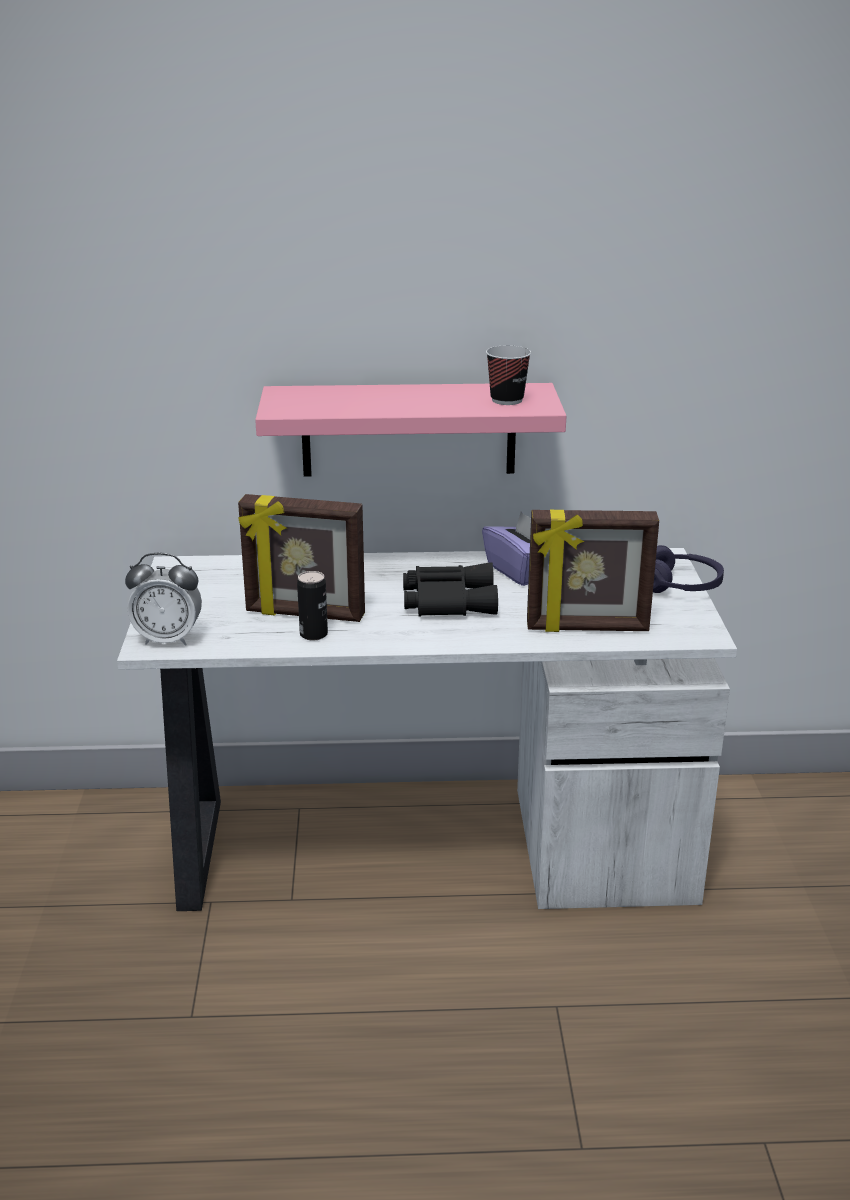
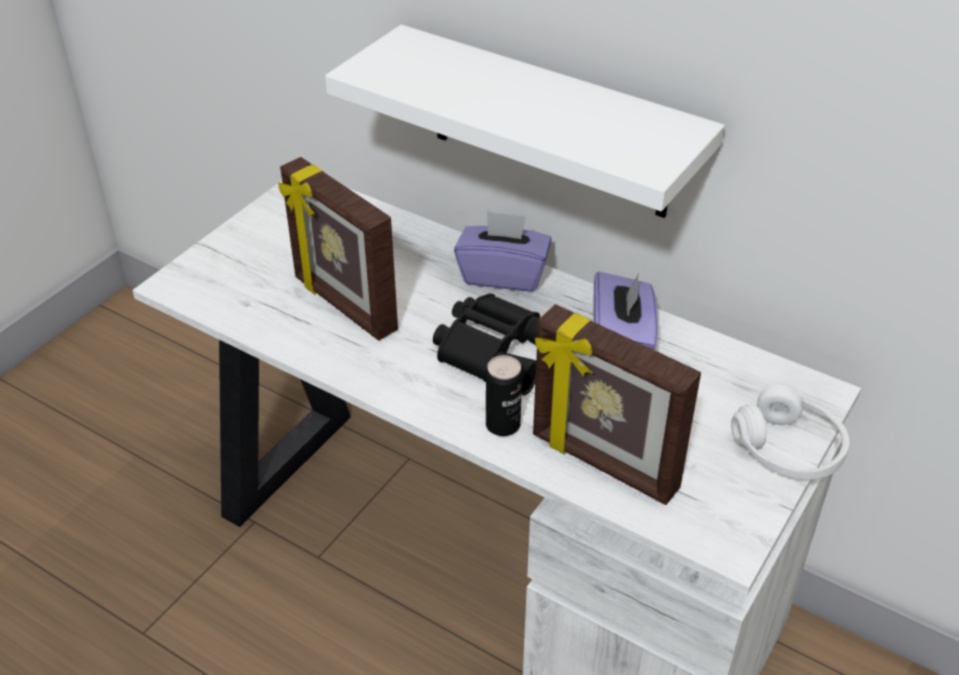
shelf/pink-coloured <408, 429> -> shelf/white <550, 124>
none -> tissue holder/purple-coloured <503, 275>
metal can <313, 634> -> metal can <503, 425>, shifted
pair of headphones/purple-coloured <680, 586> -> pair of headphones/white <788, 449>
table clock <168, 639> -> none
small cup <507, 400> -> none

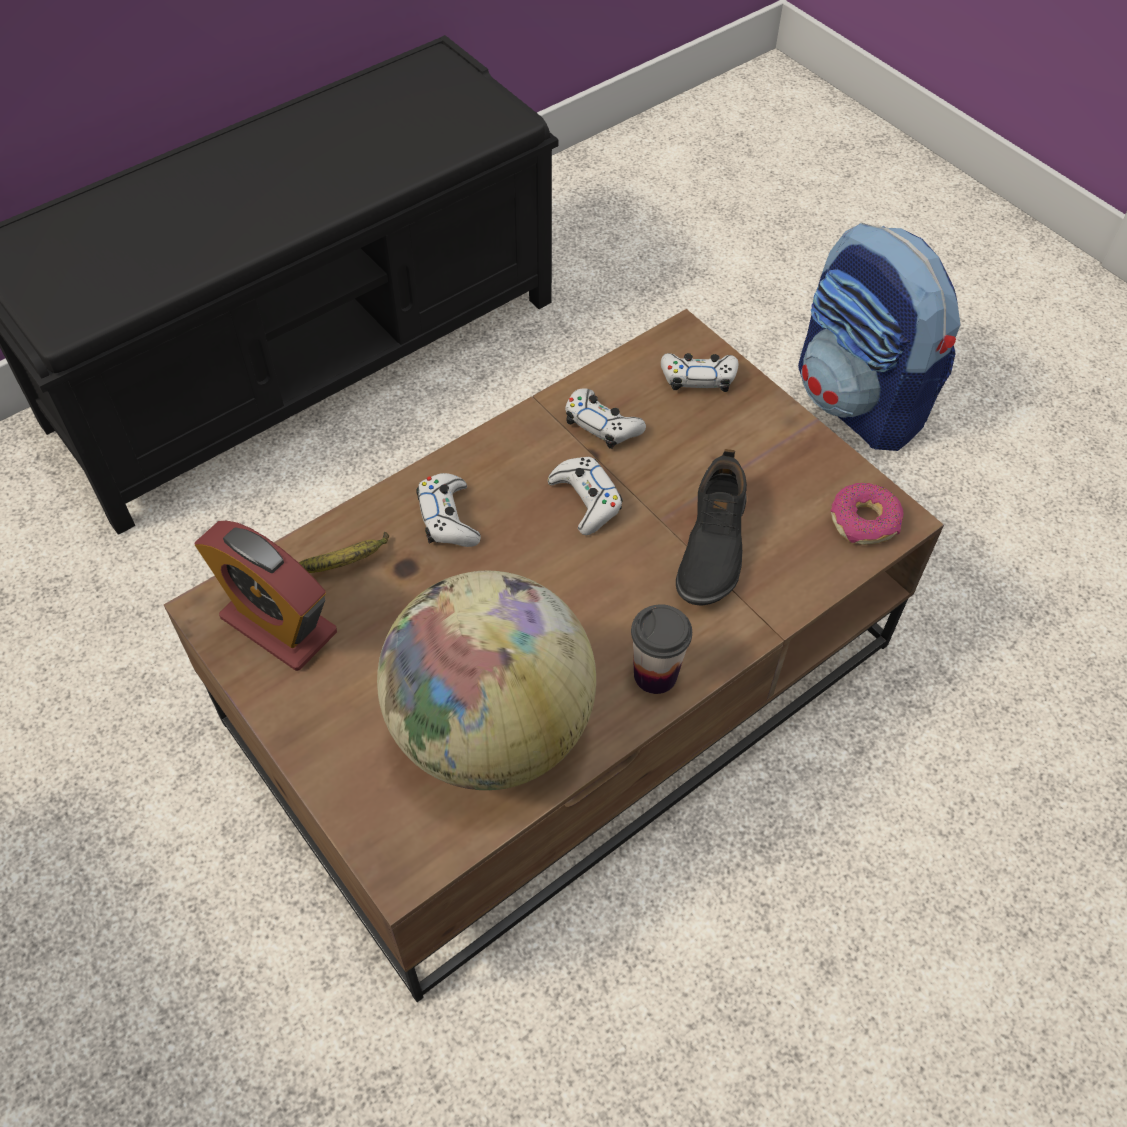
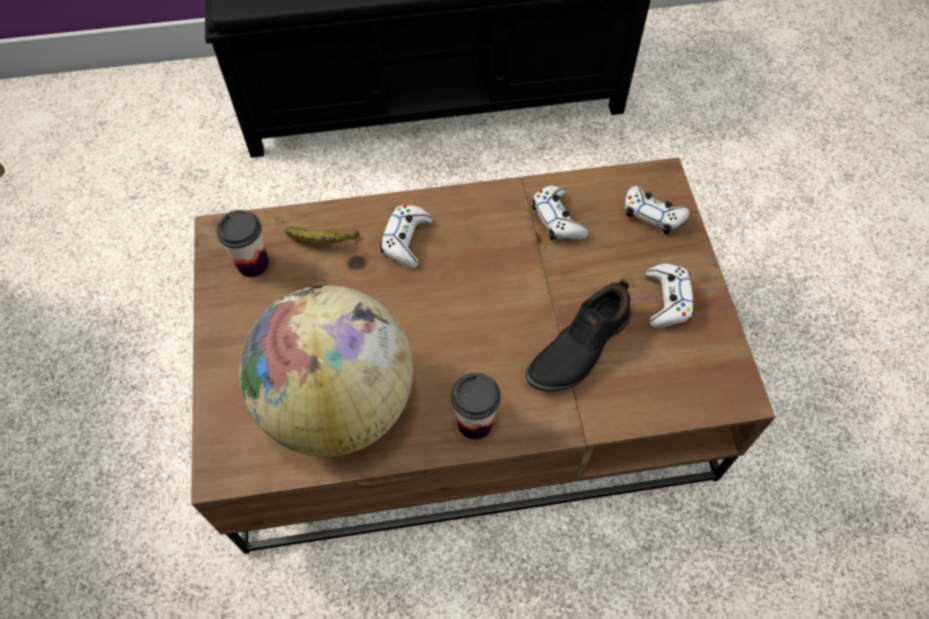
table clock <279, 625> -> small cup <253, 264>
game controller/white <586, 500> -> game controller/white <667, 300>, shifted
backpack <860, 402> -> none
donut <864, 522> -> none

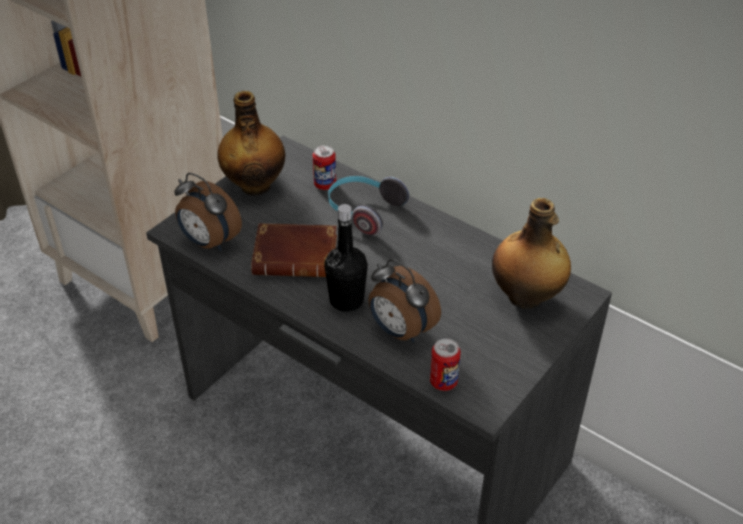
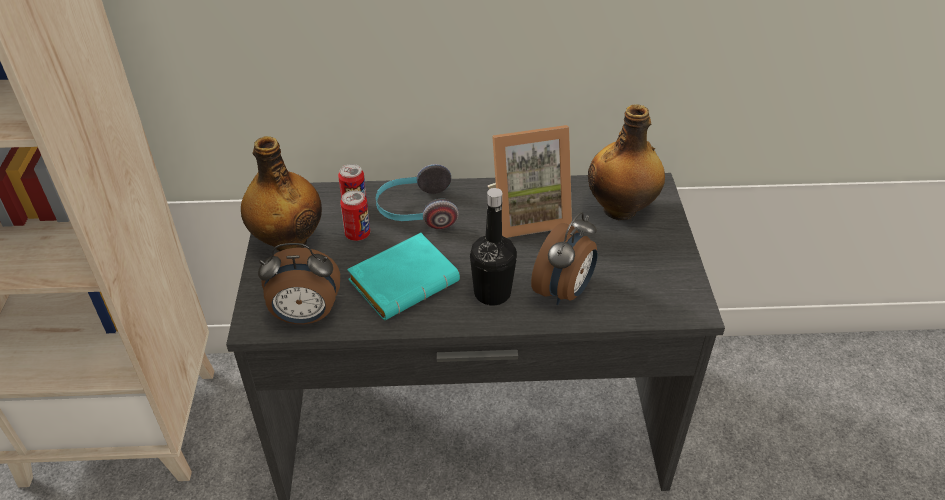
metal can <443, 382> -> metal can <357, 234>, shifted
bound book/brownish <298, 255> -> bound book/turquoise <404, 280>
none -> photo frame <527, 214>
table clock <400, 331> -> table clock <564, 291>, 60 degrees counterclockwise

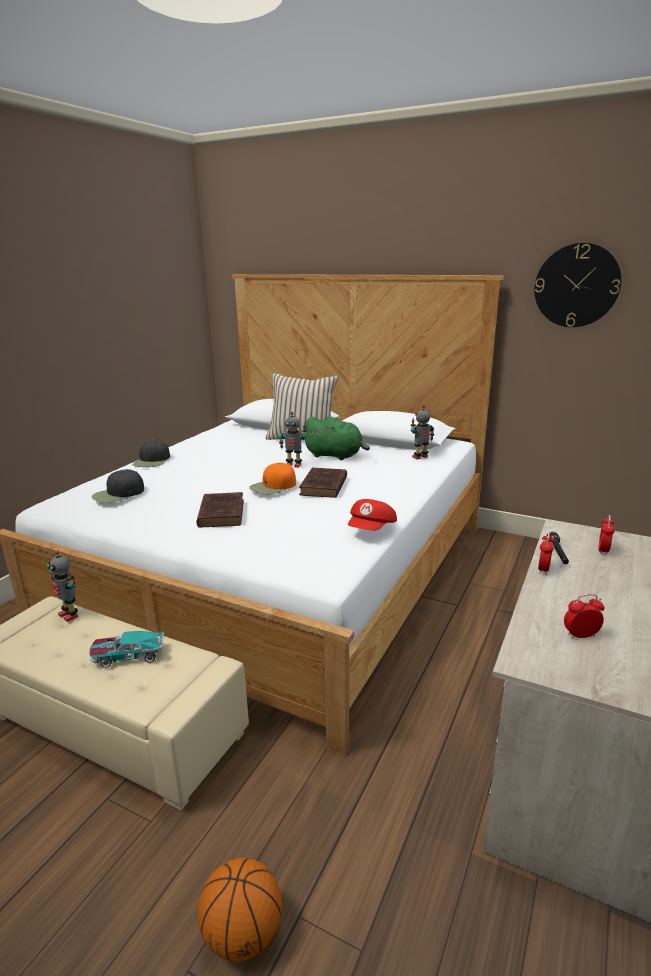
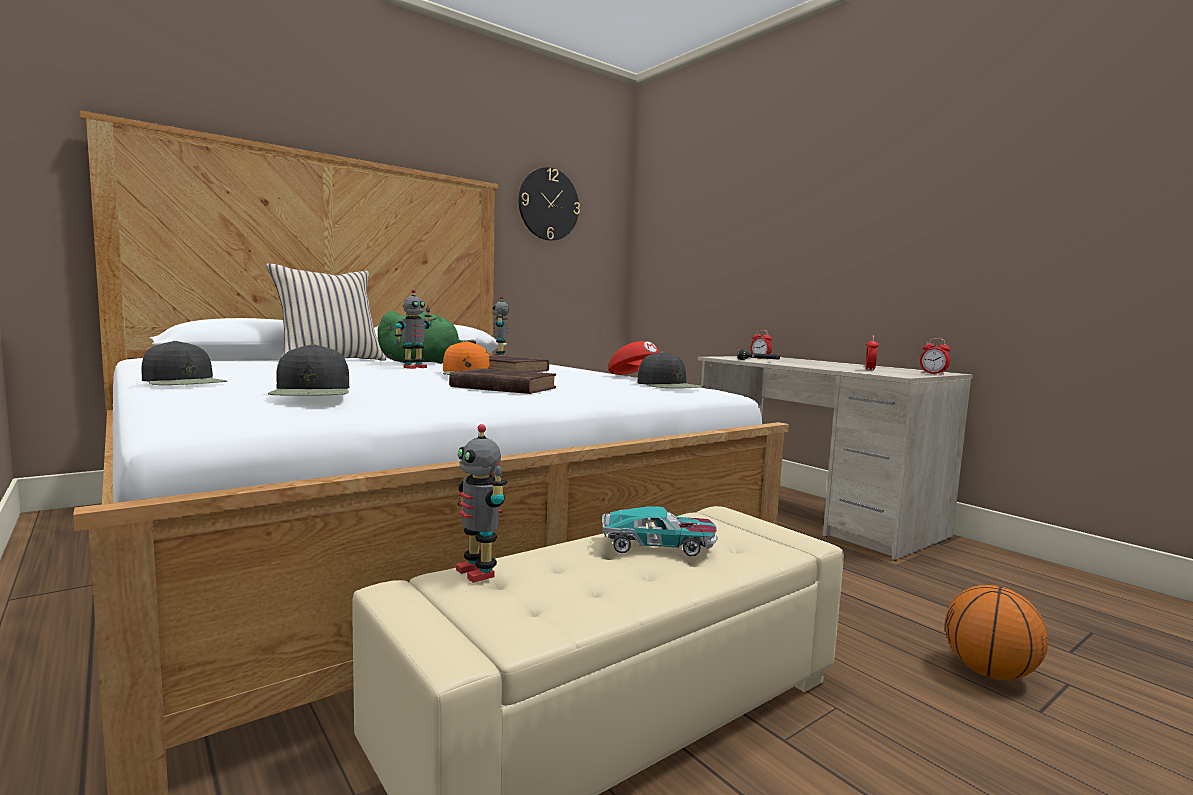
toy robot <70, 615> -> toy robot <478, 572>, 75 degrees clockwise
miniature car <128, 655> -> miniature car <658, 545>, 105 degrees counterclockwise
none -> peaked cap/black-coloured <669, 385>
table clock <543, 569> -> table clock <933, 373>, shifted

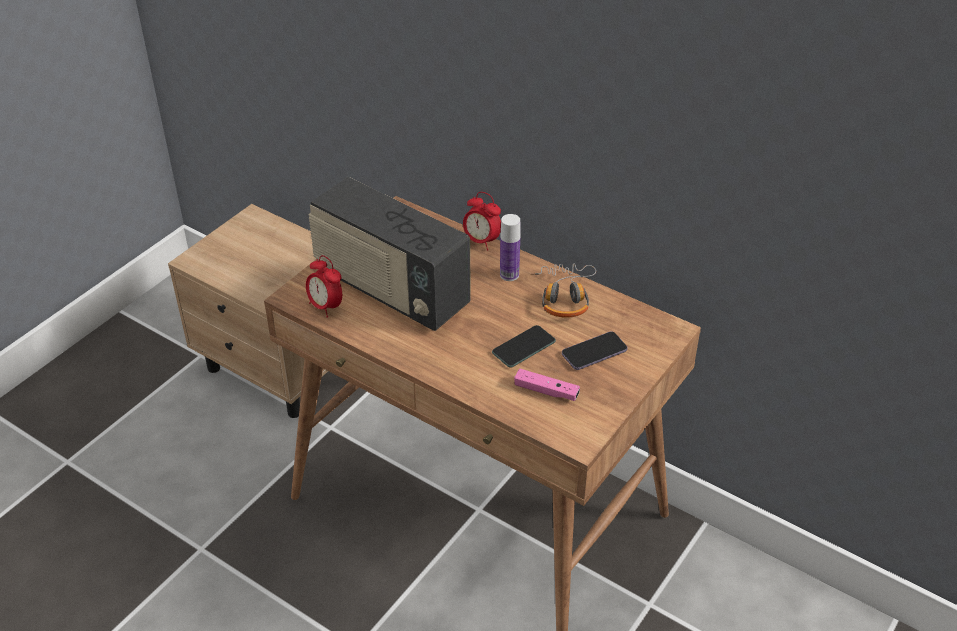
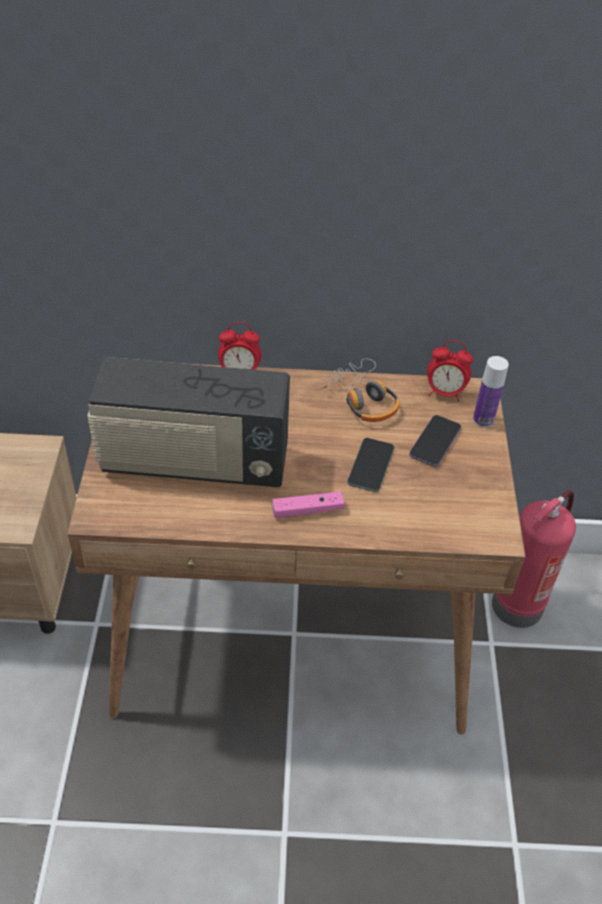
game controller/pink-coloured <546, 391> -> game controller/pink-coloured <307, 510>, shifted
table clock <326, 306> -> table clock <444, 393>, shifted
beverage bottle <509, 275> -> beverage bottle <483, 420>, shifted
none -> fire-fighting cylinder <518, 603>

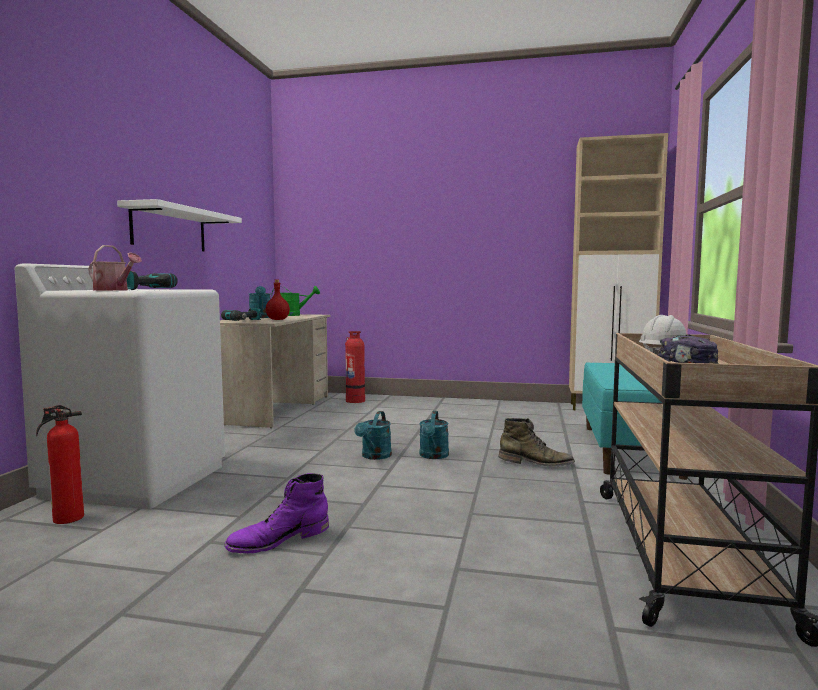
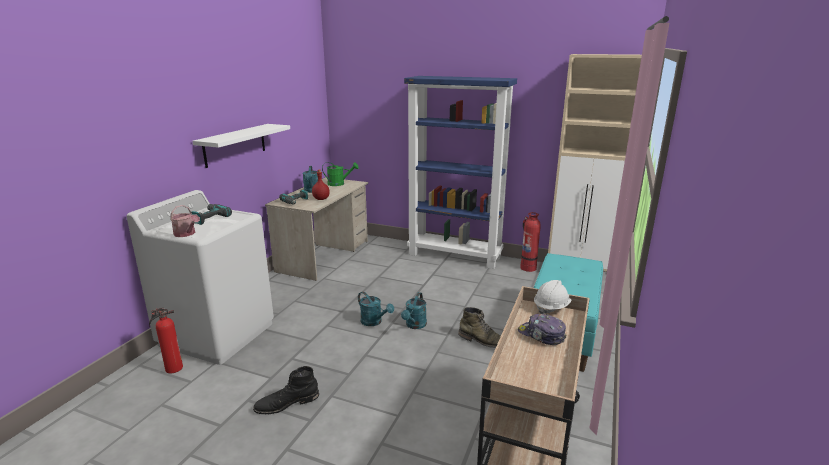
tall boot/purple-coloured <278, 539> -> tall boot/black-coloured <287, 403>
watering can/turquoise <374, 456> -> watering can/turquoise <374, 322>, 75 degrees counterclockwise
none -> bookcase/blue-coloured <455, 255>
fire-fighting cylinder <355, 400> -> fire-fighting cylinder <528, 267>, shifted

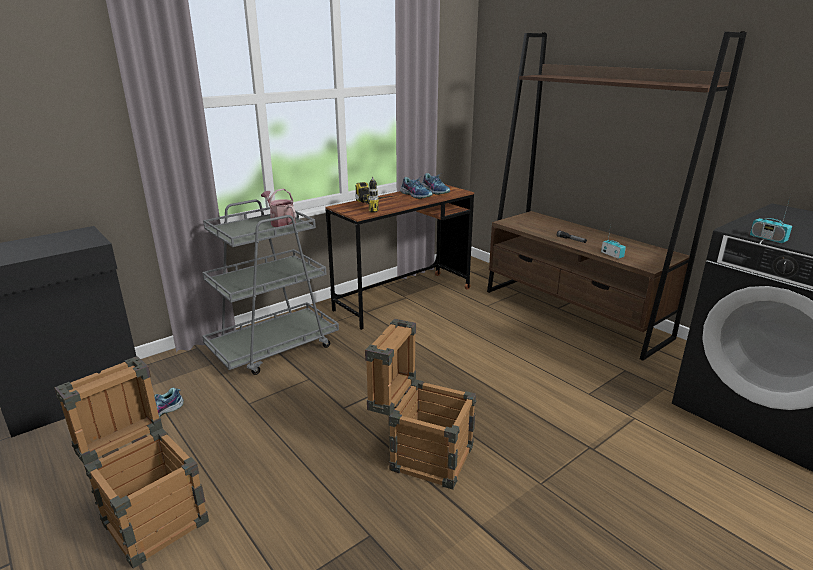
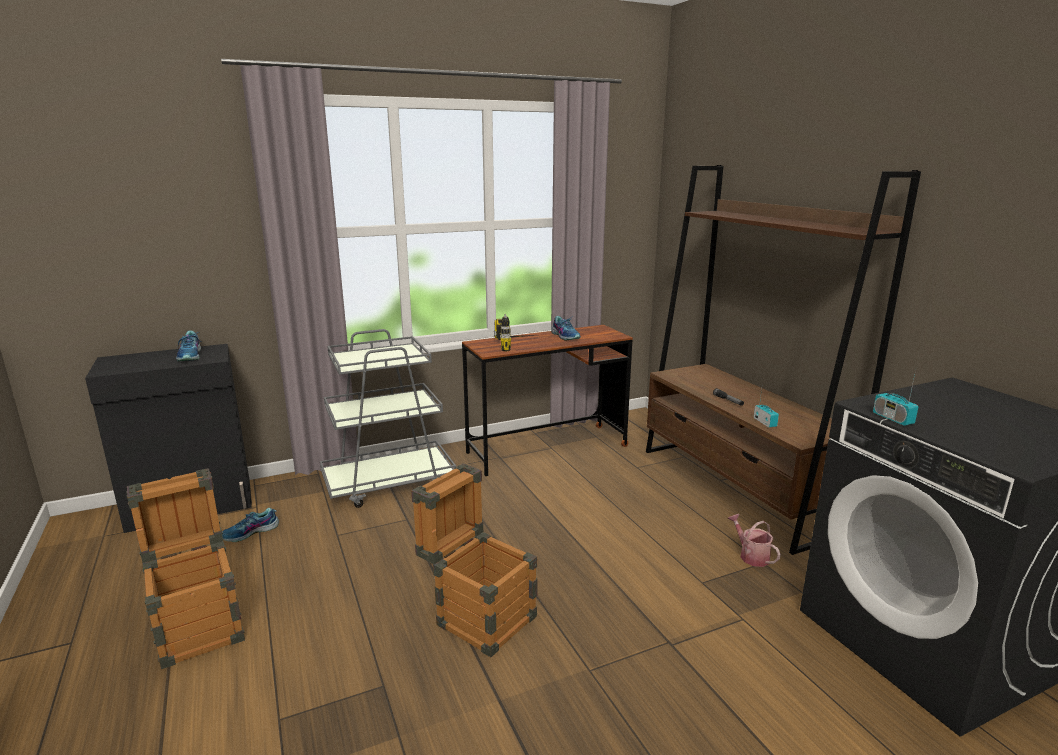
item of footwear <435, 191> -> item of footwear <191, 355>, shifted
watering can <281, 223> -> watering can <751, 555>, shifted

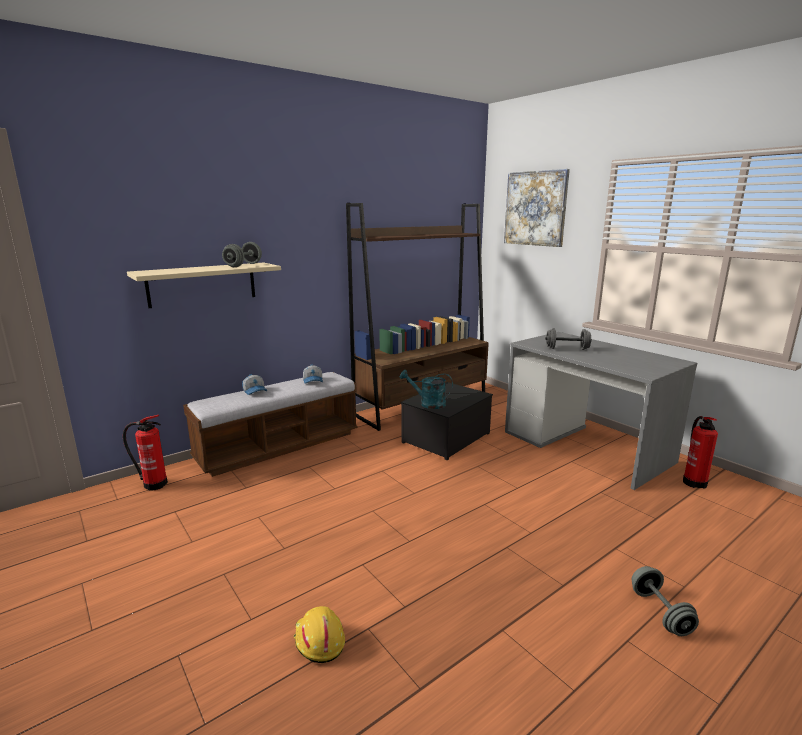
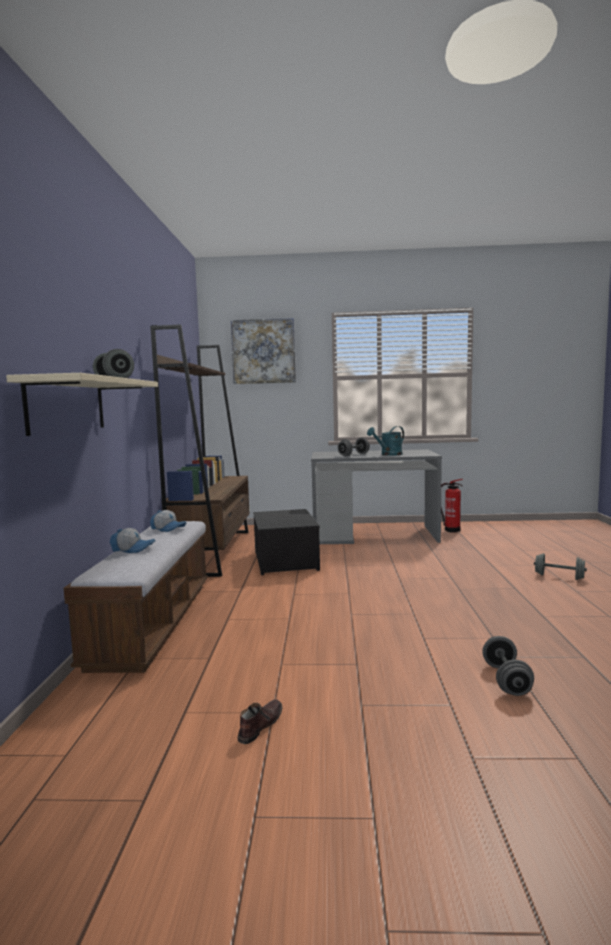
none -> item of footwear/brownish <260, 725>
watering can/turquoise <428, 404> -> watering can/turquoise <388, 454>, shifted
safety helmet/yellow <318, 640> -> free weight/greyish <506, 680>
fire-fighting cylinder <153, 484> -> none

